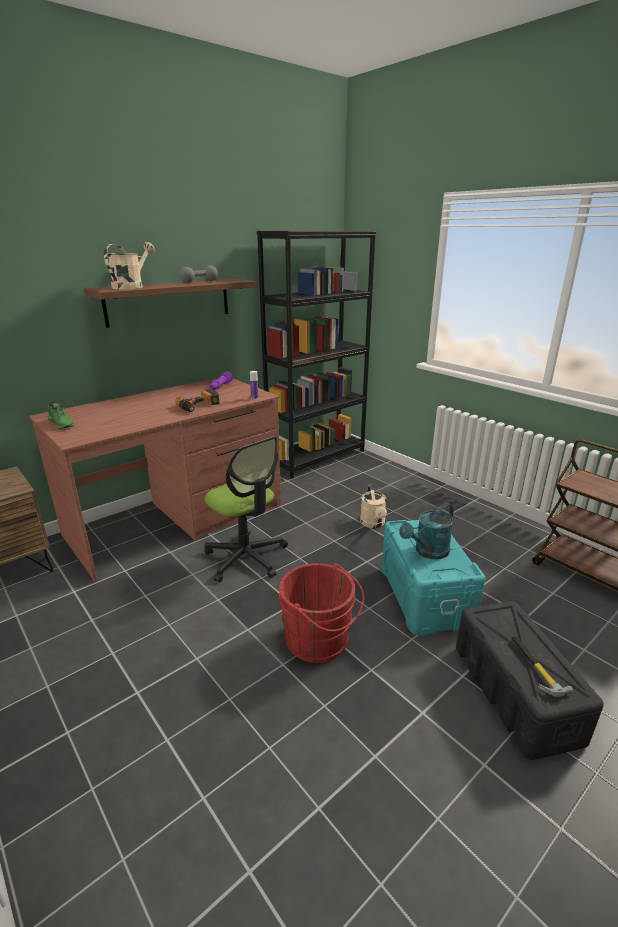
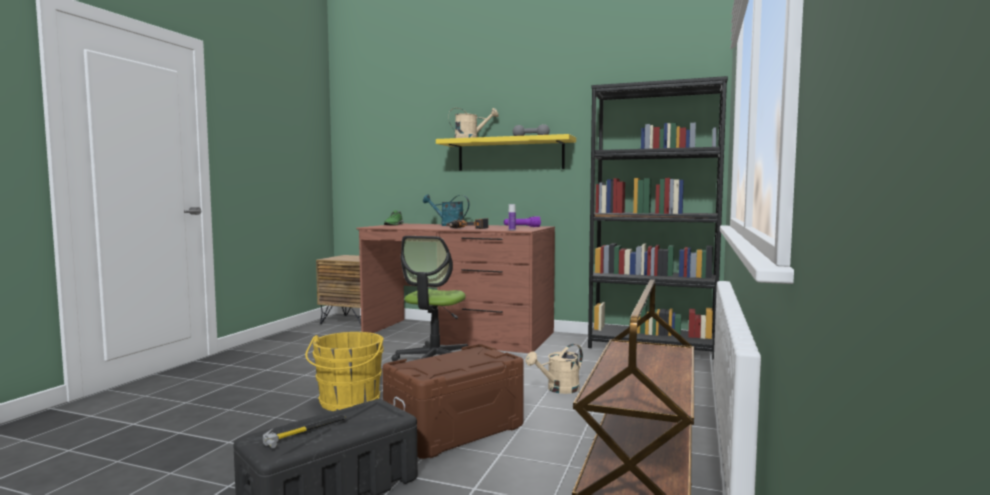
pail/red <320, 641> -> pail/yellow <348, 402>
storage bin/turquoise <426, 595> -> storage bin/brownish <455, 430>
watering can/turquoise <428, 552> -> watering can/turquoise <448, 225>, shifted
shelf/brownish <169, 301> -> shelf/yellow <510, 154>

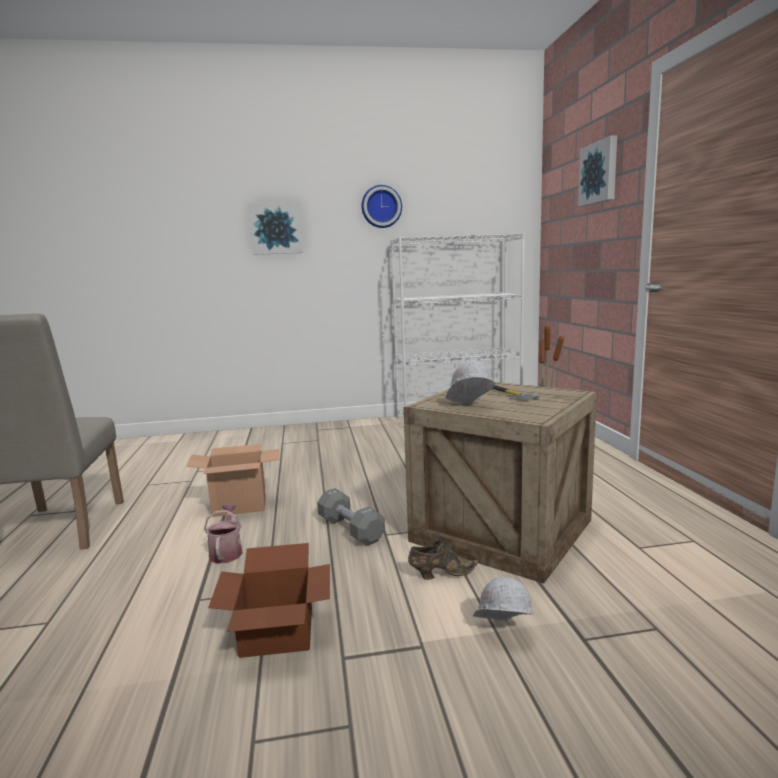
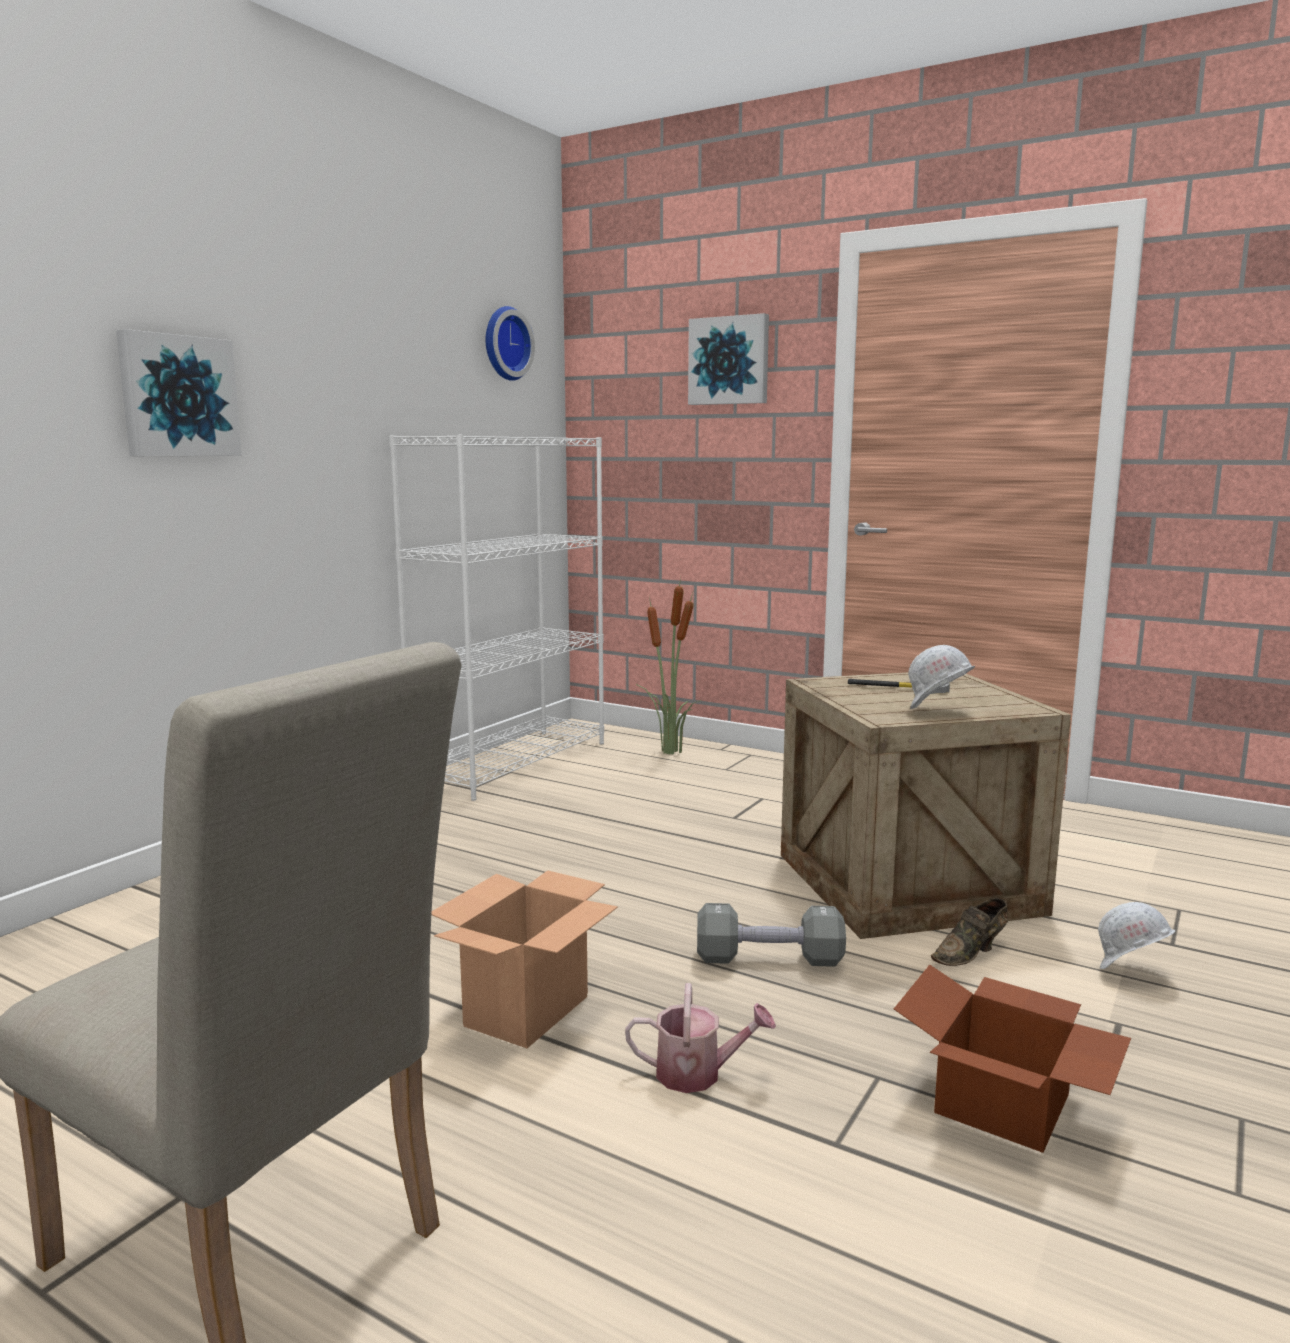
wall clock <381, 207> -> wall clock <504, 344>, shifted
watering can <226, 552> -> watering can <698, 1073>, 150 degrees clockwise
item of footwear/brownish <441, 574> -> item of footwear/brownish <971, 953>, 150 degrees counterclockwise

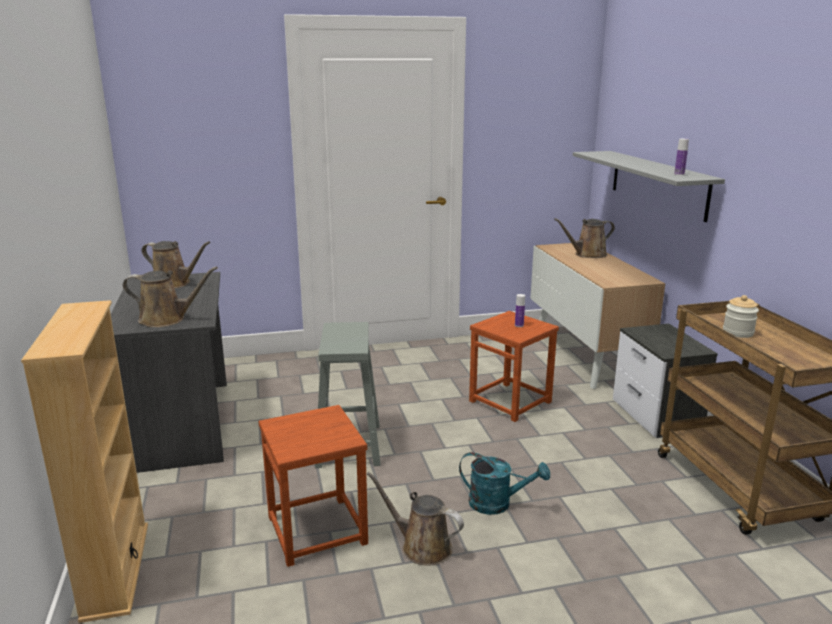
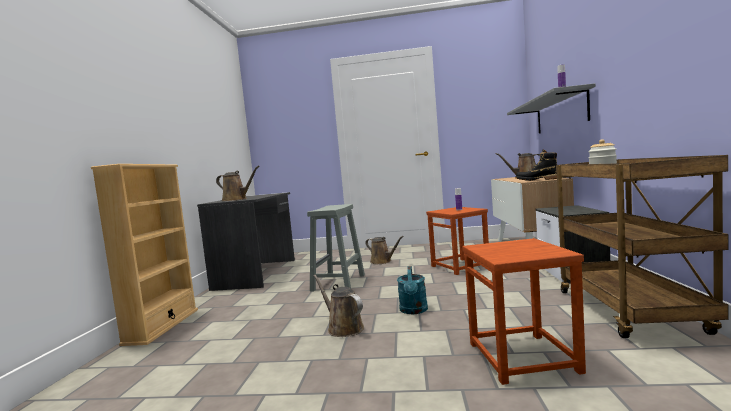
watering can/brownish <174, 284> -> watering can/brownish <382, 261>, shifted
watering can/turquoise <497, 504> -> watering can/turquoise <414, 311>, 60 degrees clockwise
stool/brownish <318, 530> -> stool/brownish <523, 357>, shifted
none -> tall boot/black-coloured <536, 180>

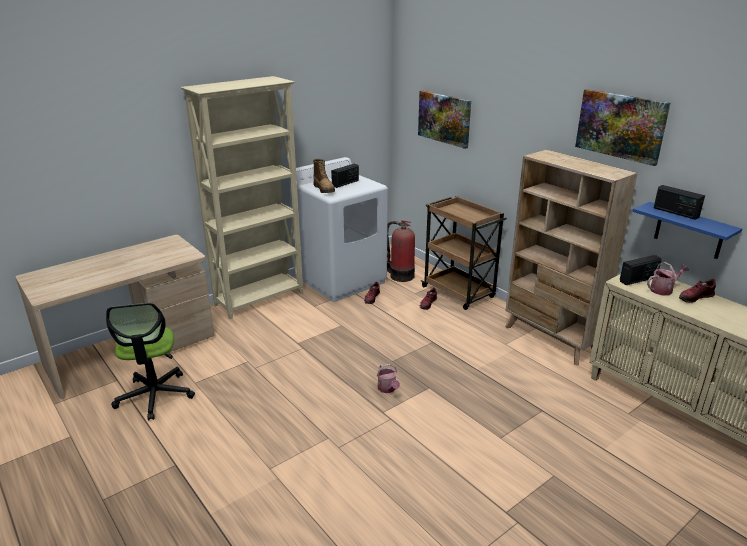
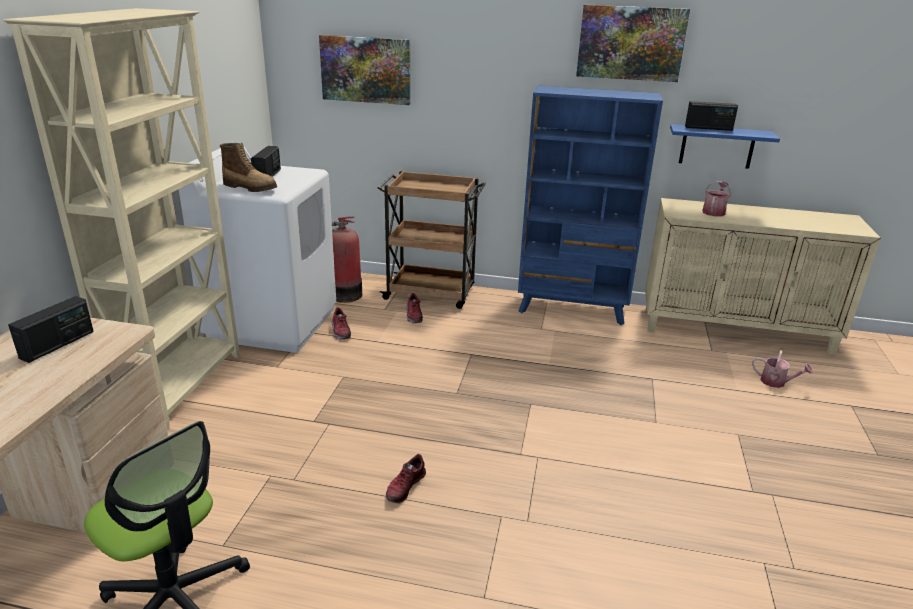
radio set <638, 279> -> radio set <58, 345>, shifted
item of footwear <695, 297> -> item of footwear <404, 486>, shifted
bookcase/beige <550, 339> -> bookcase/blue-coloured <572, 309>
watering can <388, 389> -> watering can <776, 382>, shifted

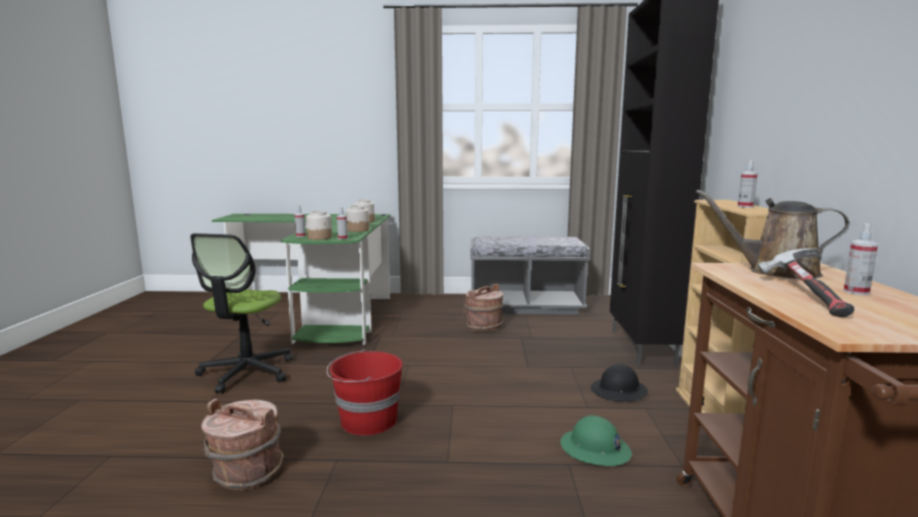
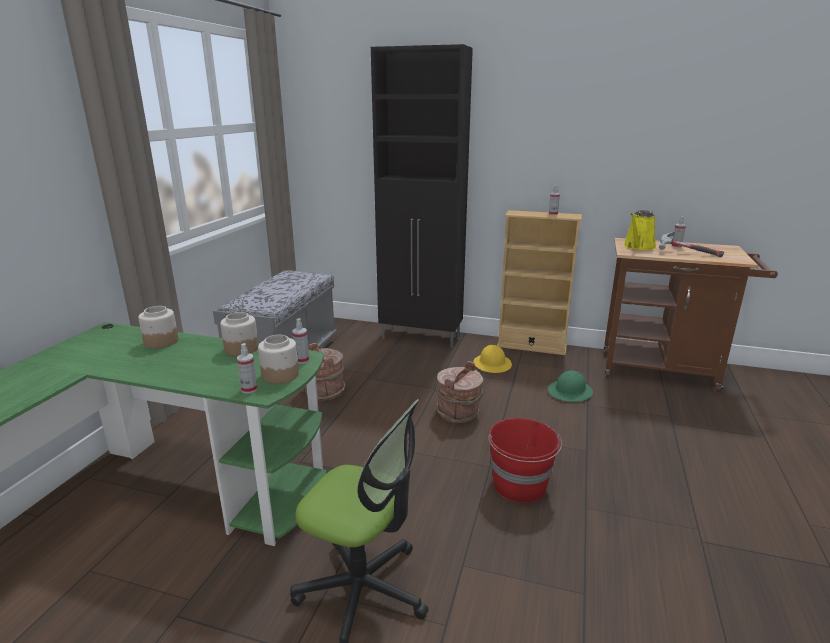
pail/brownish <246, 472> -> pail/brownish <458, 413>, shifted
safety helmet/black-coloured <619, 391> -> safety helmet/yellow <492, 364>
watering can/brownish <775, 271> -> watering can/yellow <638, 247>

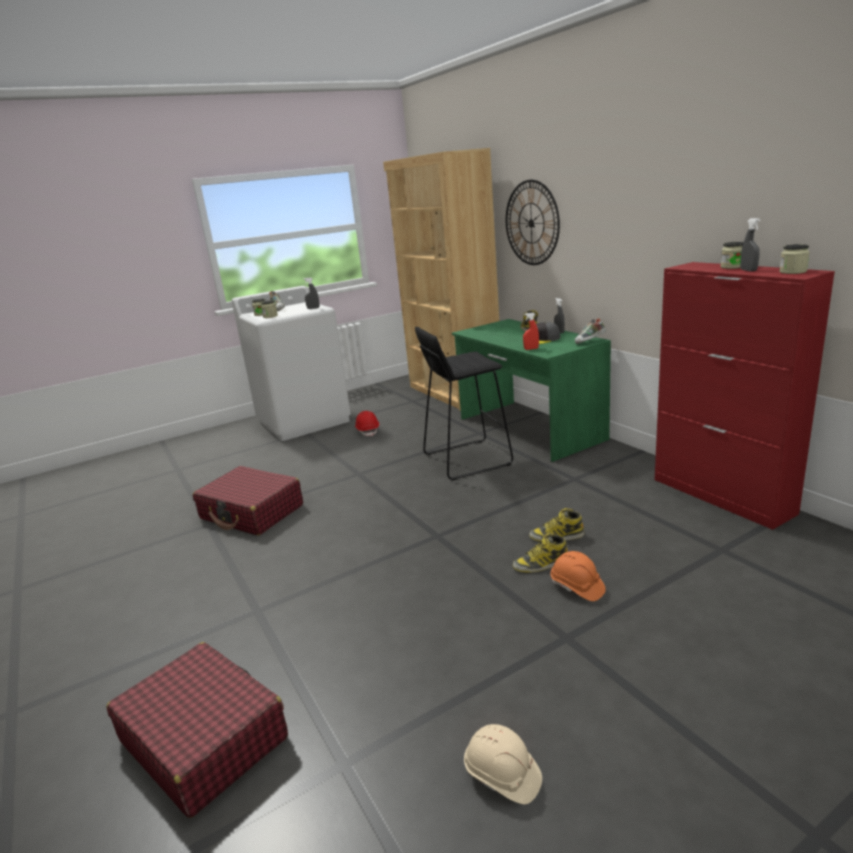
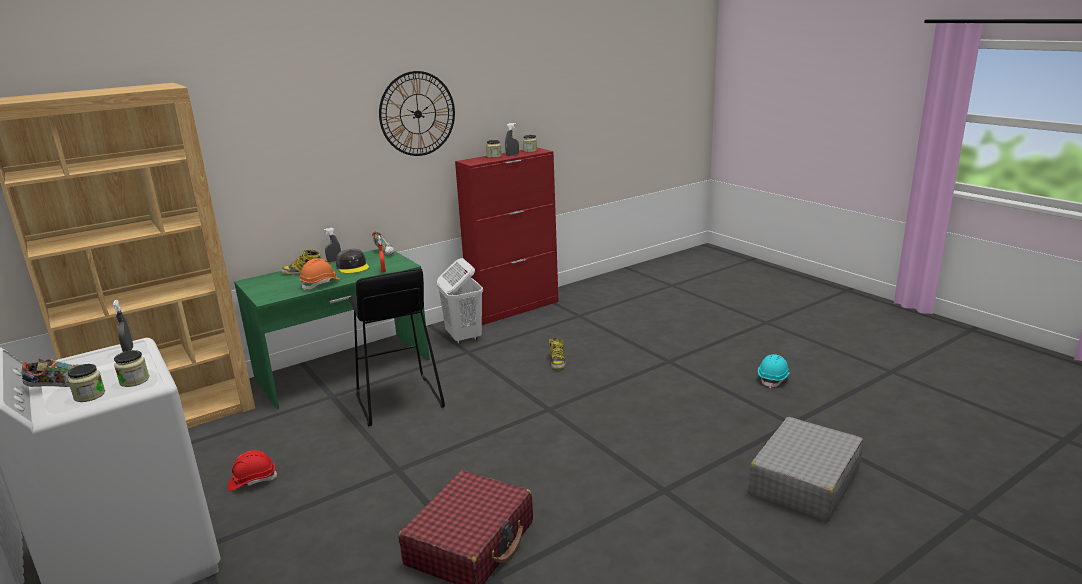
safety helmet/orange-coloured <577, 587> -> safety helmet/orange-coloured <321, 284>, shifted
wall clock <531, 223> -> wall clock <417, 114>, shifted
none -> hamper/white <463, 337>
suitcase/red <204, 739> -> suitcase/greyish <804, 481>
safety helmet/beige <502, 775> -> safety helmet/turquoise <773, 379>
tall boot <541, 564> -> none

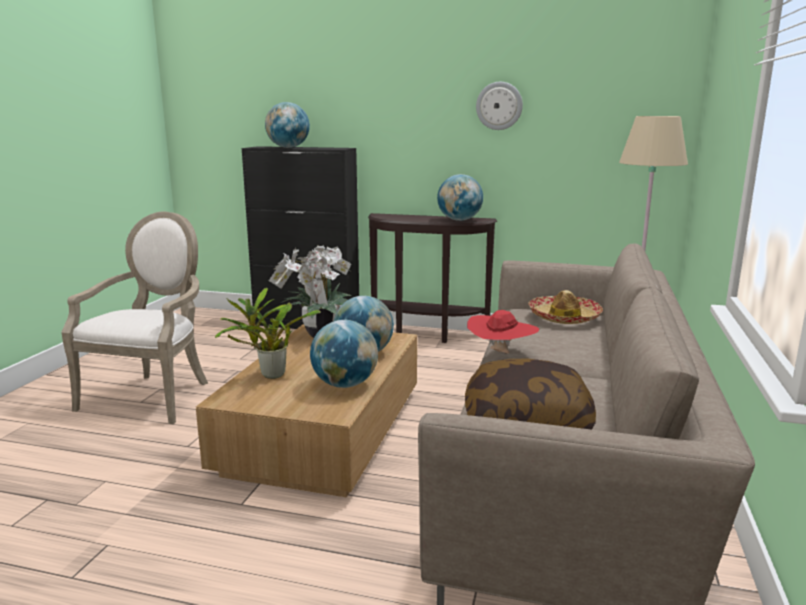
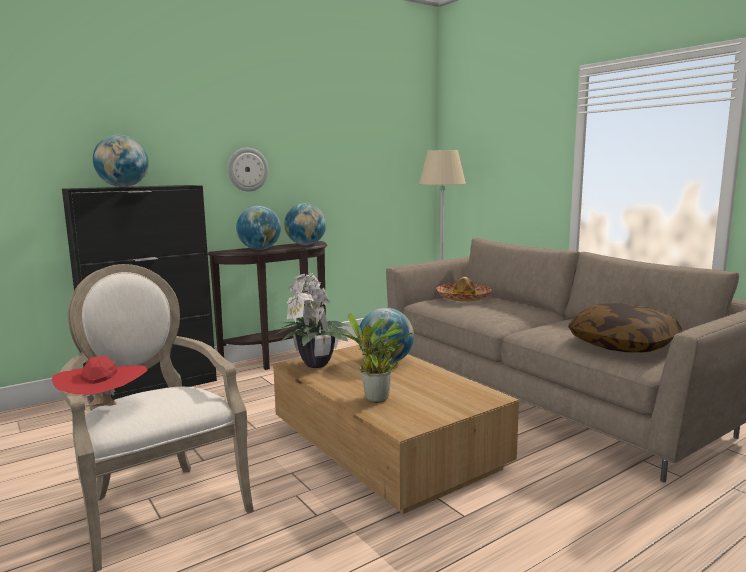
clothing hat/red <501, 354> -> clothing hat/red <104, 408>, shifted
wall clock <499, 106> -> wall clock <247, 169>, shifted
desk globe <345, 384> -> desk globe <260, 249>, shifted

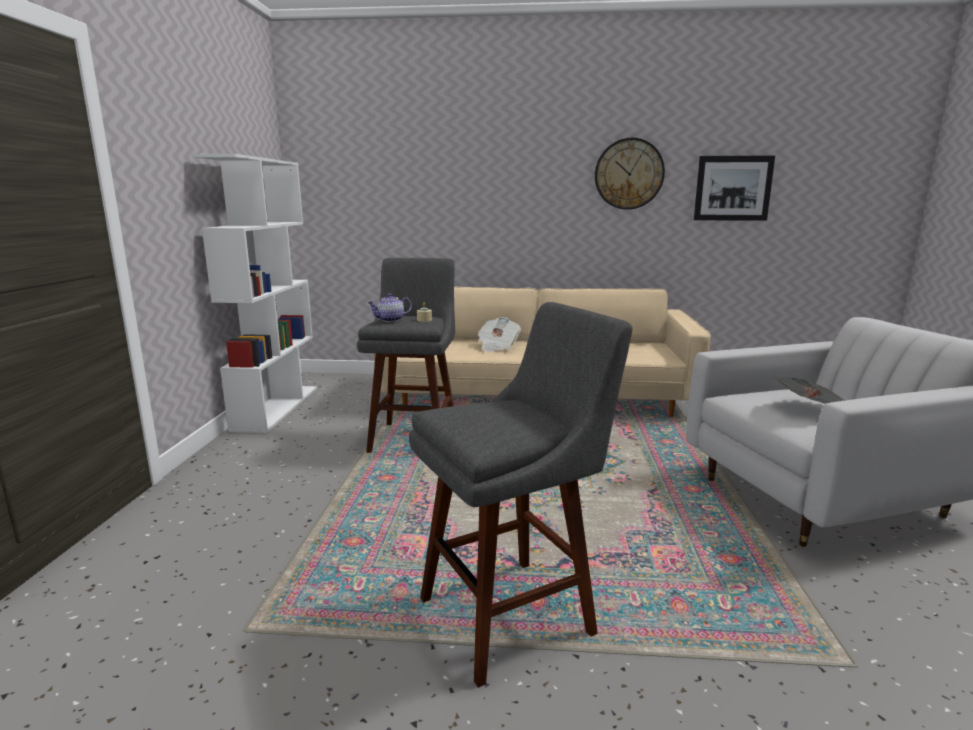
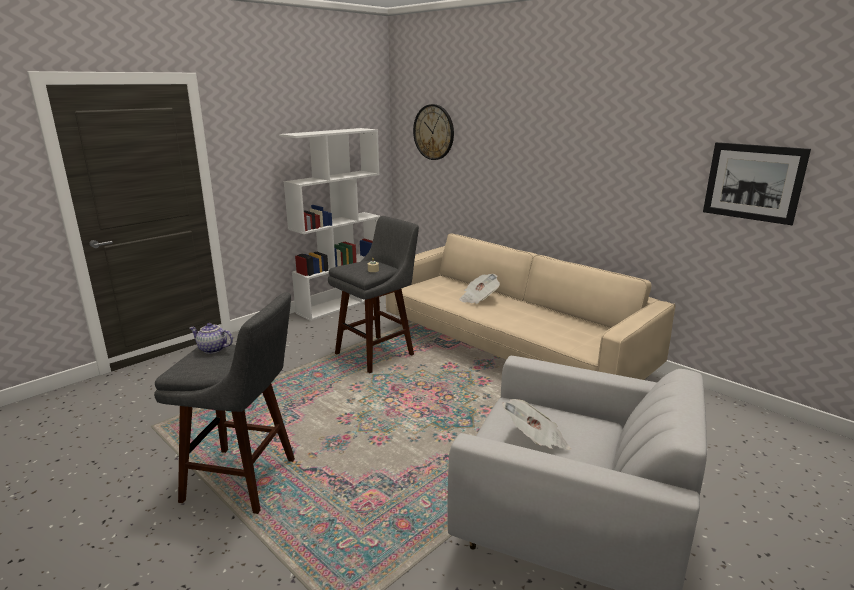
tea pot <390, 320> -> tea pot <212, 349>, shifted
wall clock <629, 174> -> wall clock <434, 132>, shifted

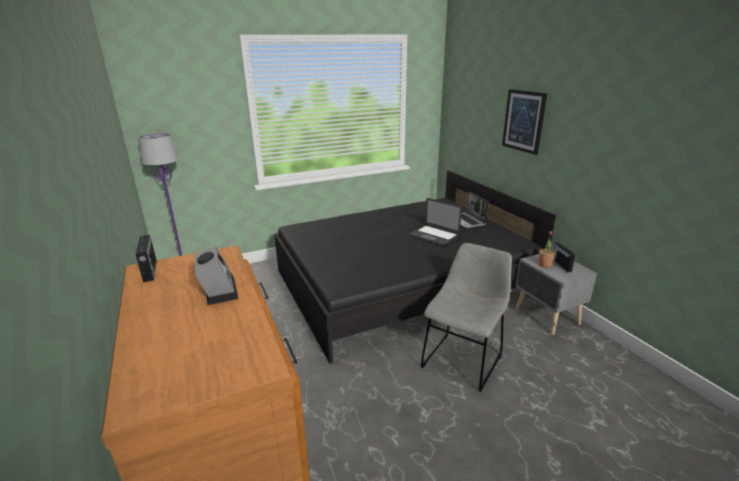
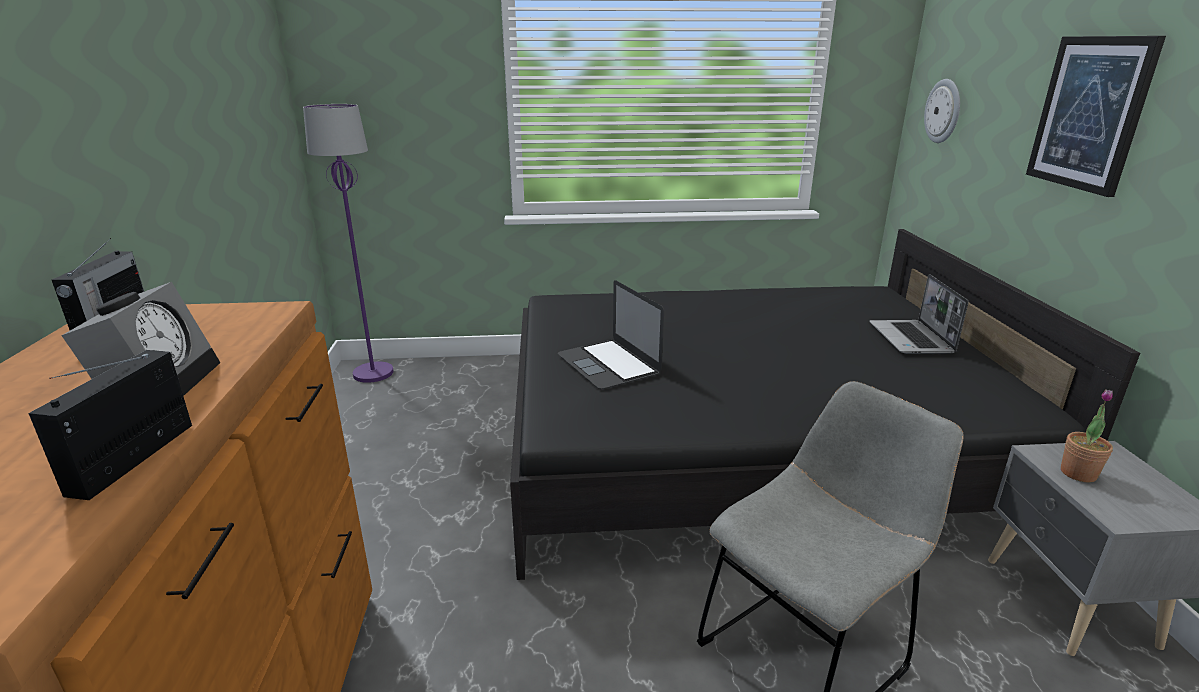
radio set <560, 265> -> radio set <136, 456>, shifted
portable computer <434, 235> -> portable computer <608, 364>, shifted
none -> wall clock <943, 111>

